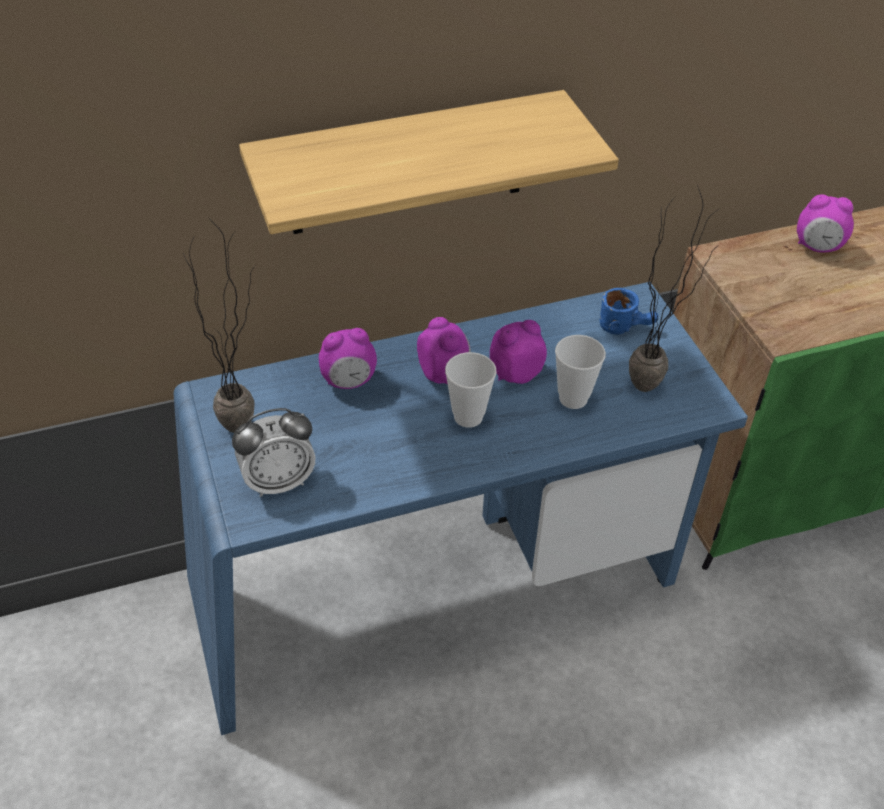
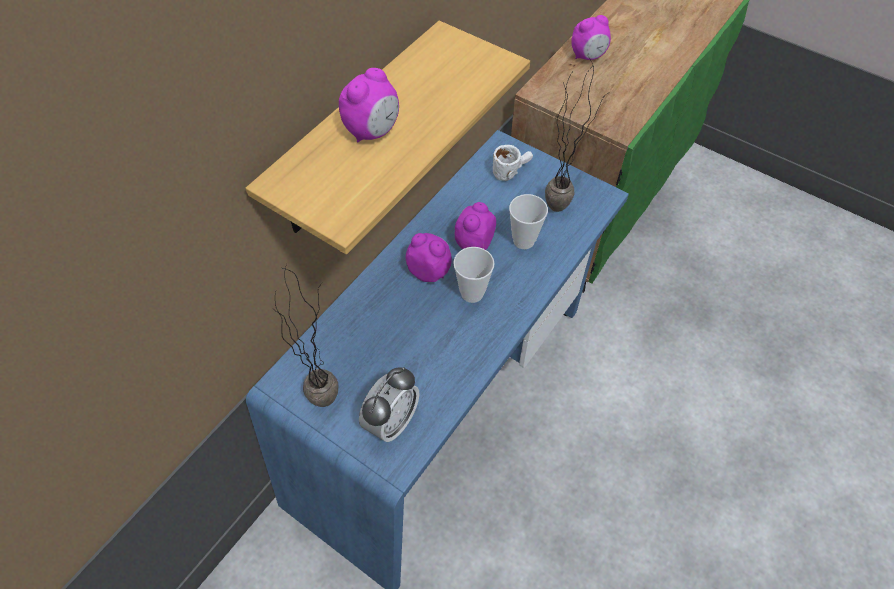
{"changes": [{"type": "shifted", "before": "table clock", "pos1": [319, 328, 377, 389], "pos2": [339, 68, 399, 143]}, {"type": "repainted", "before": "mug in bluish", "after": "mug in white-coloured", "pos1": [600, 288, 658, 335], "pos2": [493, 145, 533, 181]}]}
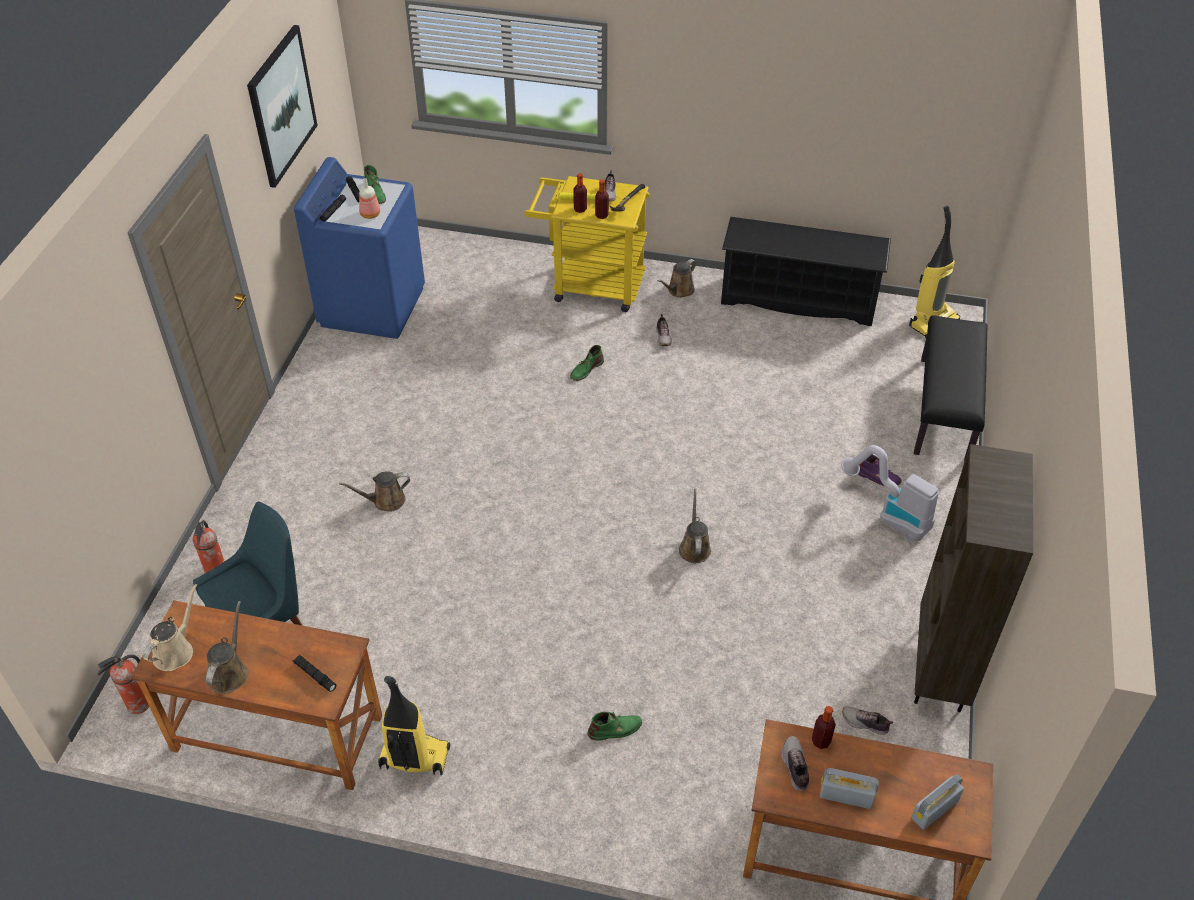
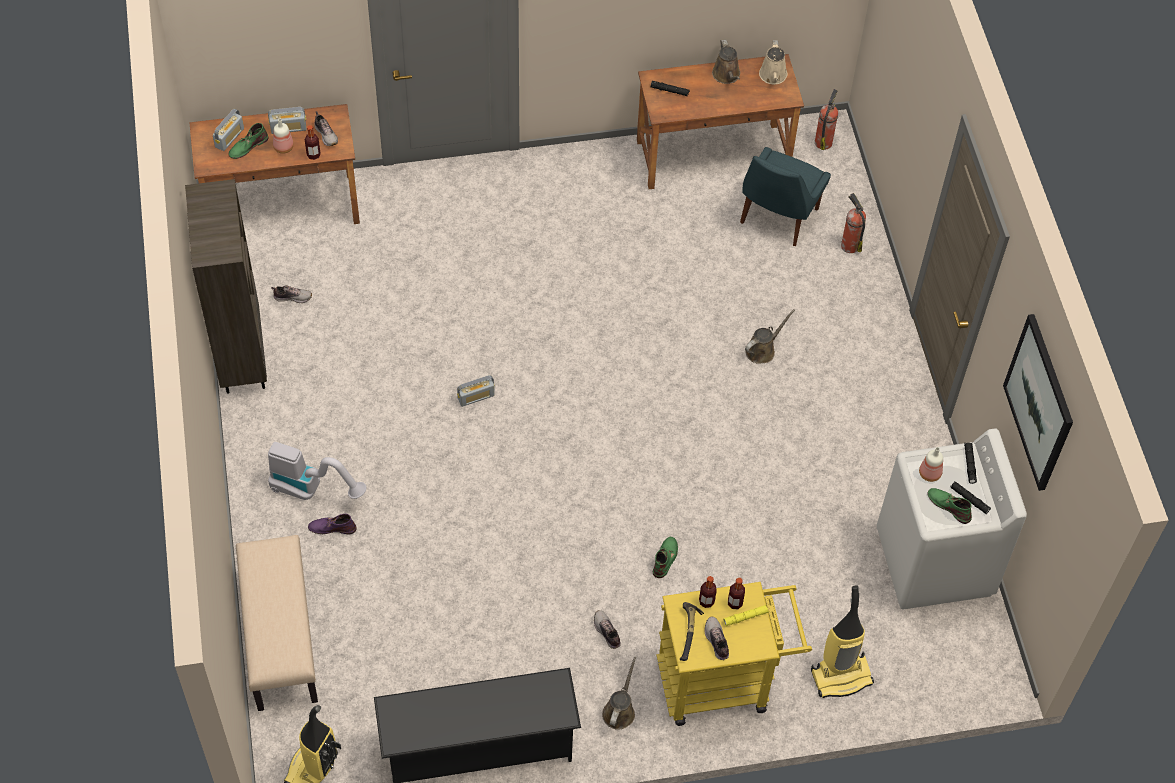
{"changes": [{"type": "shifted", "before": "high-top boot in green", "pos1": [588, 712, 642, 741], "pos2": [228, 123, 268, 159]}, {"type": "repainted", "before": "long seat in black", "after": "long seat in beige", "pos1": [914, 315, 988, 462], "pos2": [236, 535, 318, 711]}, {"type": "new", "after": "beverage bottle", "pos2": [273, 118, 294, 154]}, {"type": "swapped", "before": "sprinkling can in brown-coloured", "after": "radio receiver", "pos1": [679, 489, 711, 563], "pos2": [457, 375, 495, 407]}, {"type": "shifted", "before": "vacuum cleaner", "pos1": [378, 676, 450, 776], "pos2": [811, 586, 874, 698]}, {"type": "repainted", "before": "laundry appliance in bluish", "after": "laundry appliance in white-coloured", "pos1": [294, 157, 425, 339], "pos2": [877, 428, 1027, 609]}]}
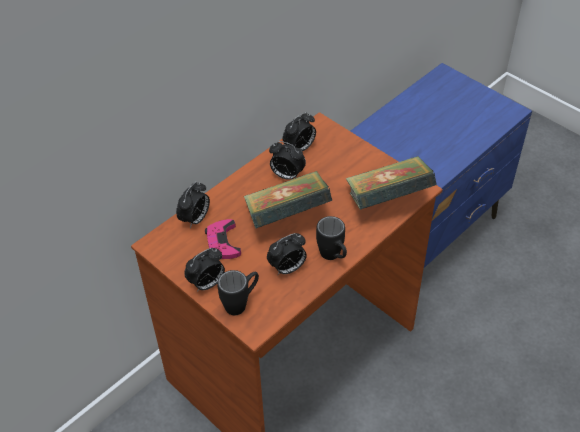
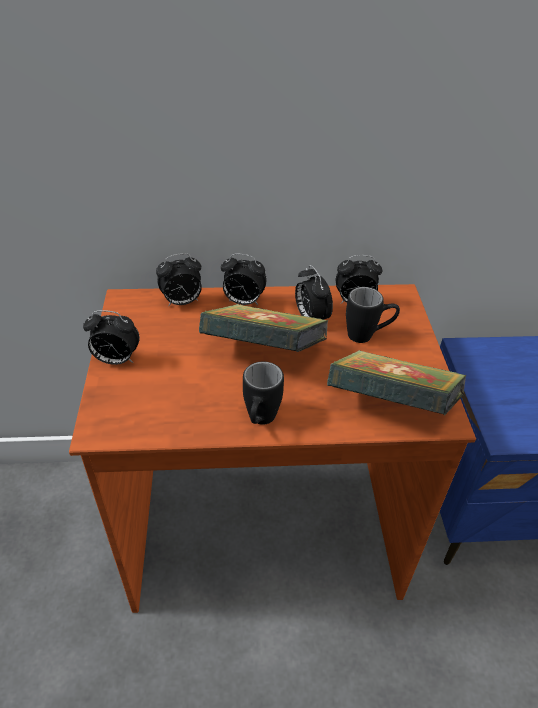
{"changes": [{"type": "shifted", "before": "table clock", "pos1": [267, 233, 307, 275], "pos2": [221, 254, 267, 305]}, {"type": "shifted", "before": "mug in black", "pos1": [217, 270, 259, 315], "pos2": [346, 287, 400, 343]}, {"type": "gone", "before": "joypad in pinkish", "pos1": [205, 219, 241, 259]}]}
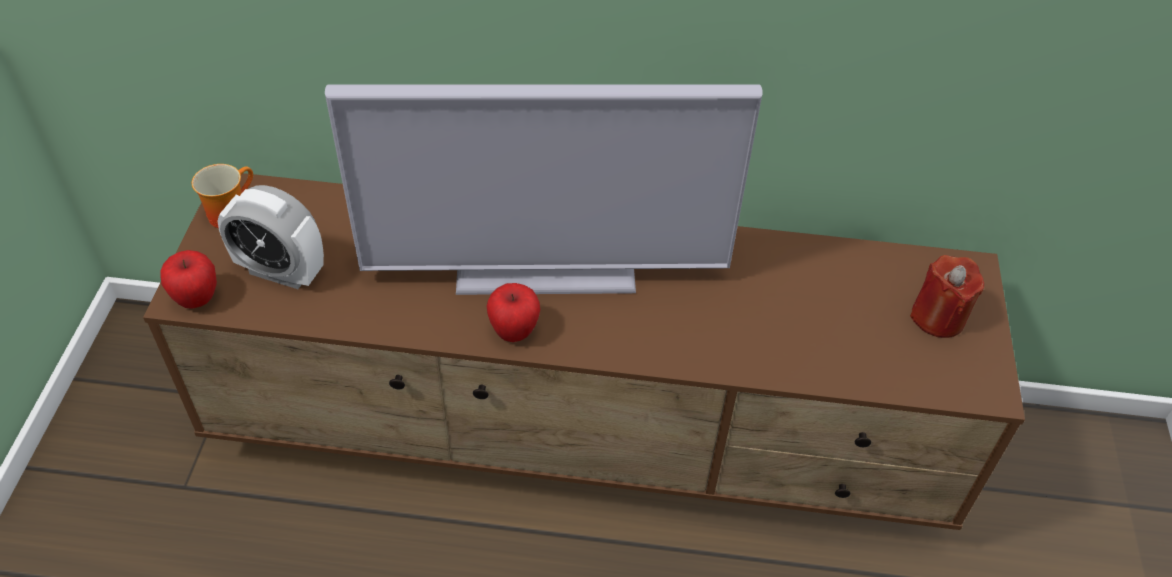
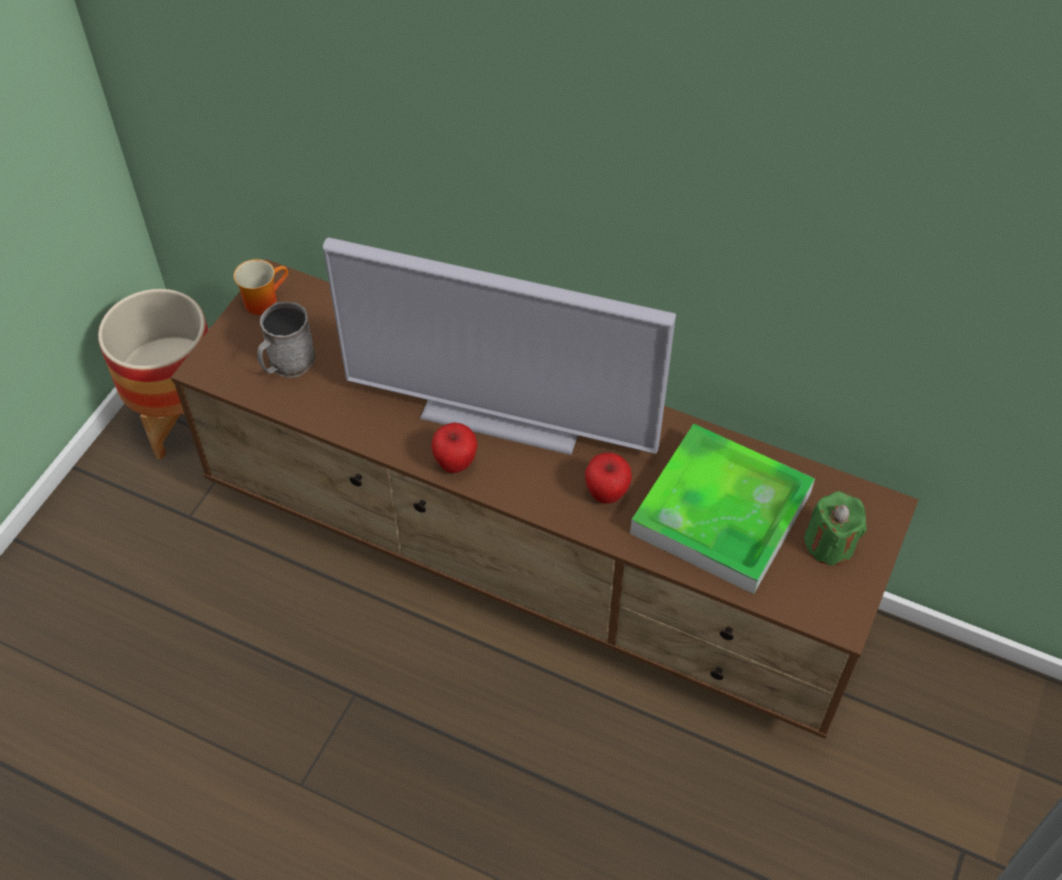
{"changes": [{"type": "new", "after": "plant pot", "pos2": [98, 289, 209, 460]}, {"type": "swapped", "before": "table clock", "after": "mug in greyish", "pos1": [217, 185, 324, 289], "pos2": [257, 302, 315, 378]}, {"type": "shifted", "before": "apple", "pos1": [160, 250, 217, 309], "pos2": [585, 453, 632, 504]}, {"type": "new", "after": "serving tray", "pos2": [630, 423, 815, 594]}, {"type": "repainted", "before": "candle in red-coloured", "after": "candle in green", "pos1": [910, 255, 984, 338], "pos2": [804, 491, 867, 565]}]}
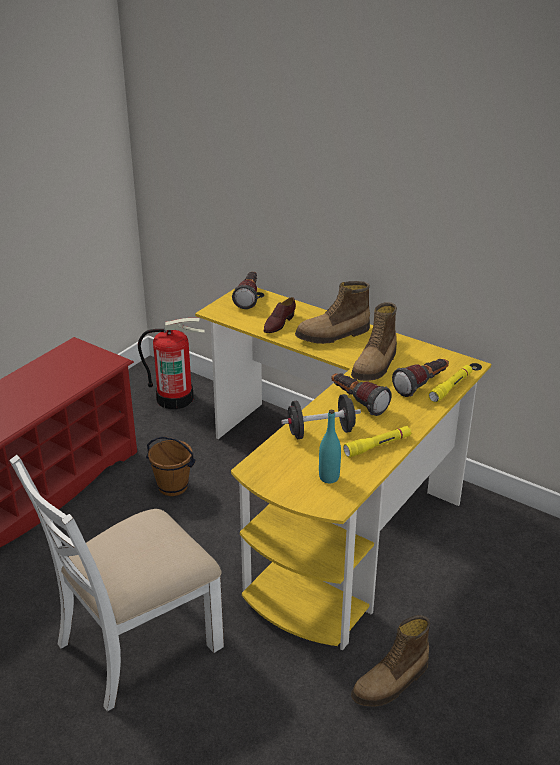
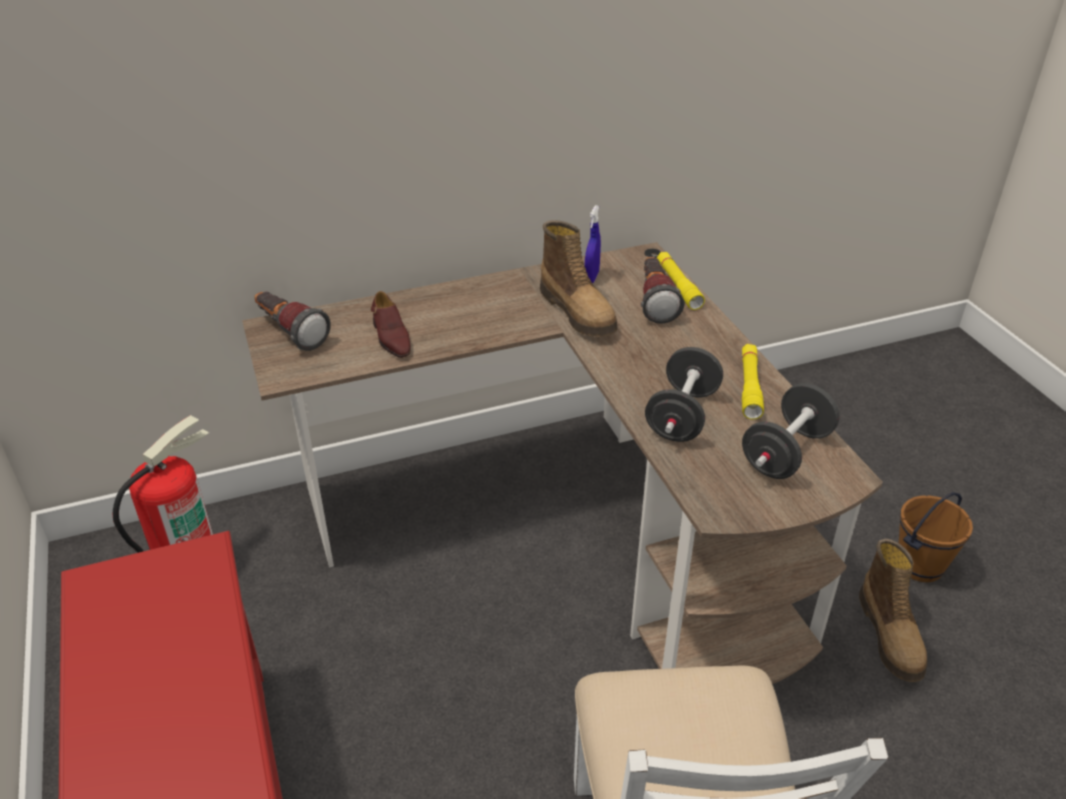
{"changes": [{"type": "repainted", "before": "desk unit in yellowish", "after": "desk unit in brown-coloured", "pos1": [195, 288, 491, 650], "pos2": [242, 242, 883, 684]}, {"type": "new", "after": "spray bottle in bluish", "pos2": [584, 205, 601, 283]}, {"type": "swapped", "before": "beverage bottle in turquoise", "after": "dumbbell in black", "pos1": [319, 409, 341, 483], "pos2": [742, 383, 840, 479]}, {"type": "shifted", "before": "bucket in brown-coloured", "pos1": [146, 436, 196, 496], "pos2": [899, 492, 973, 582]}, {"type": "gone", "before": "high-top boot", "pos1": [295, 281, 370, 344]}, {"type": "gone", "before": "flashlight", "pos1": [331, 373, 392, 416]}]}
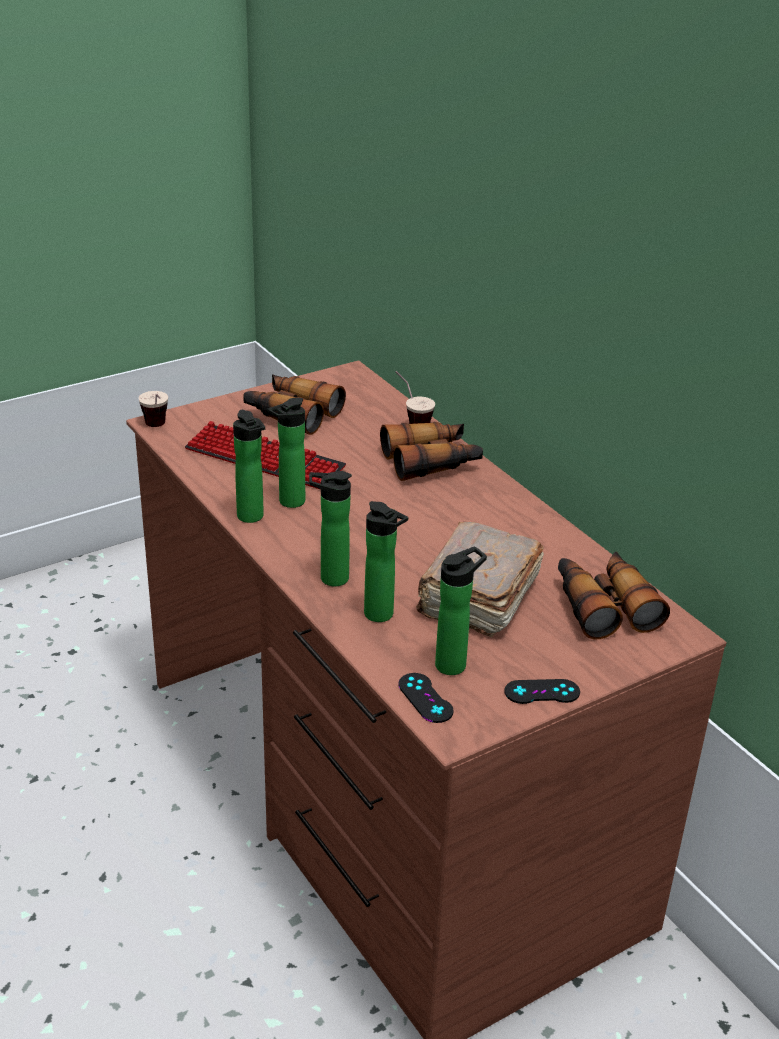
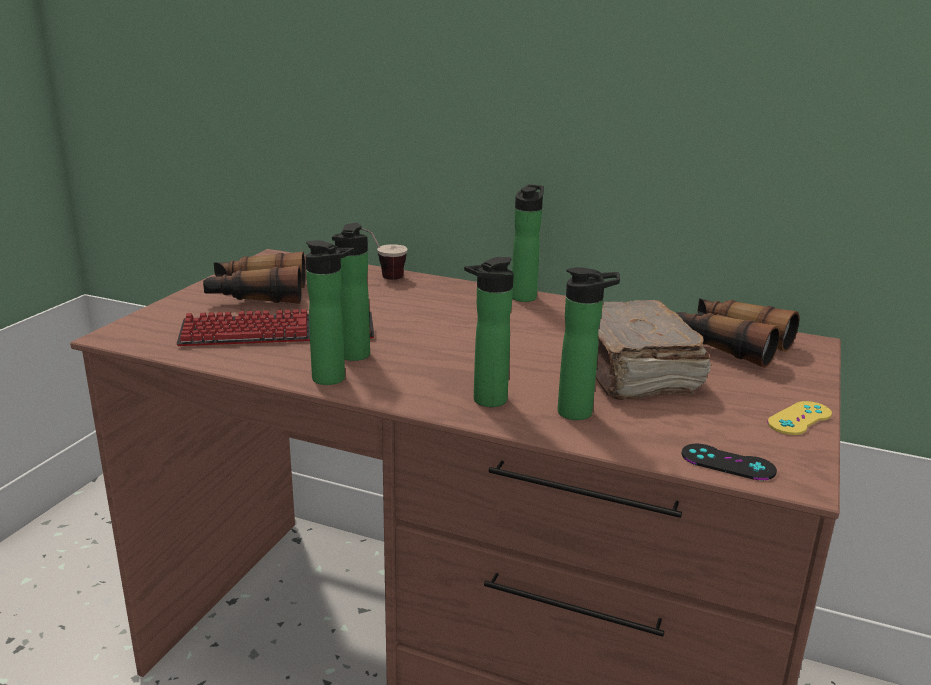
{"changes": [{"type": "shifted", "before": "beverage bottle", "pos1": [435, 546, 487, 675], "pos2": [512, 184, 544, 302]}, {"type": "repainted", "before": "joypad in black", "after": "joypad in yellowish", "pos1": [504, 679, 580, 704], "pos2": [767, 401, 832, 435]}, {"type": "gone", "before": "drinking cup", "pos1": [139, 391, 168, 427]}, {"type": "gone", "before": "binoculars", "pos1": [380, 422, 483, 481]}]}
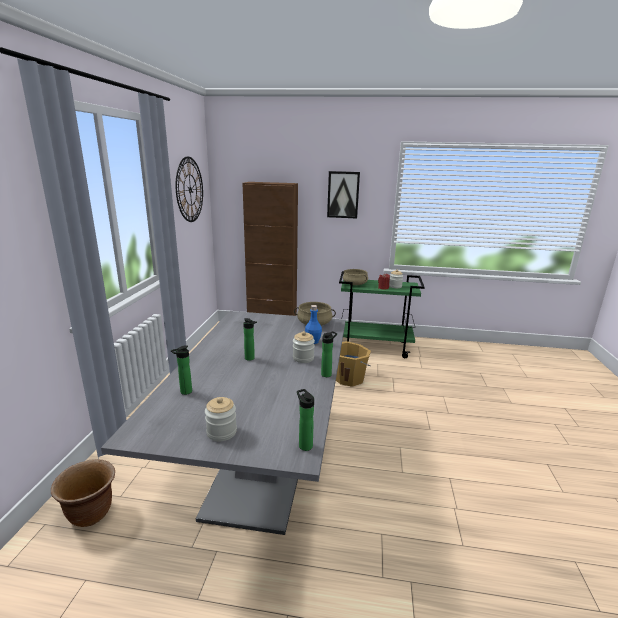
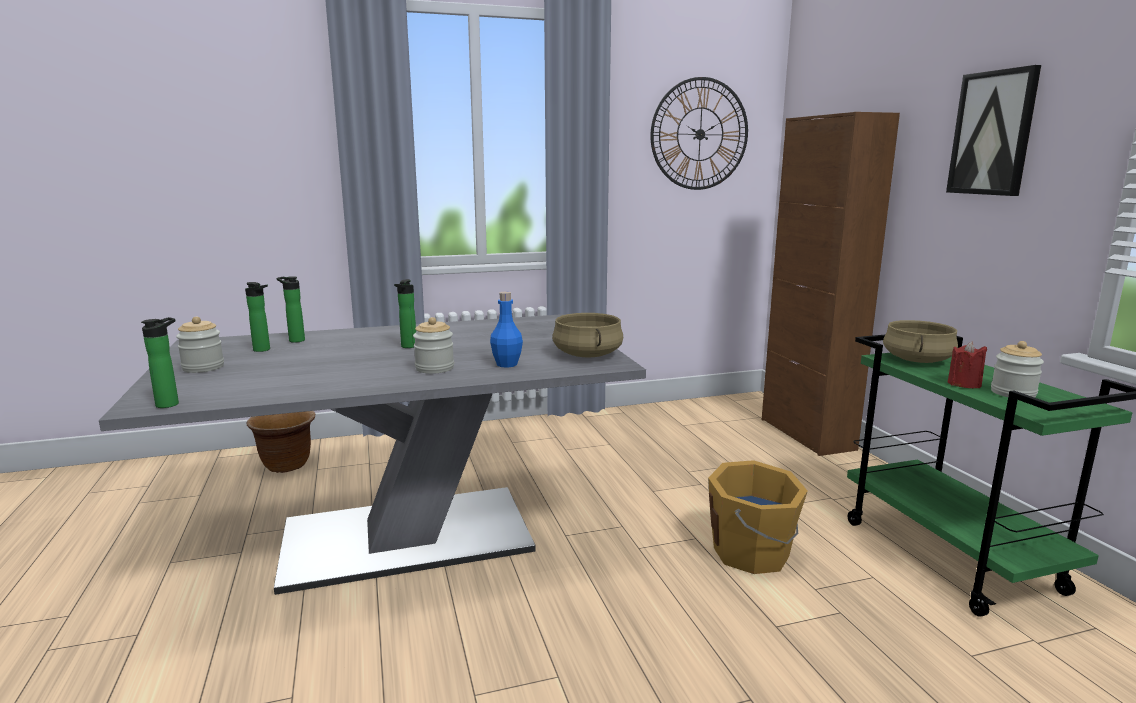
{"changes": [{"type": "shifted", "before": "beverage bottle", "pos1": [321, 331, 337, 377], "pos2": [245, 282, 270, 352]}]}
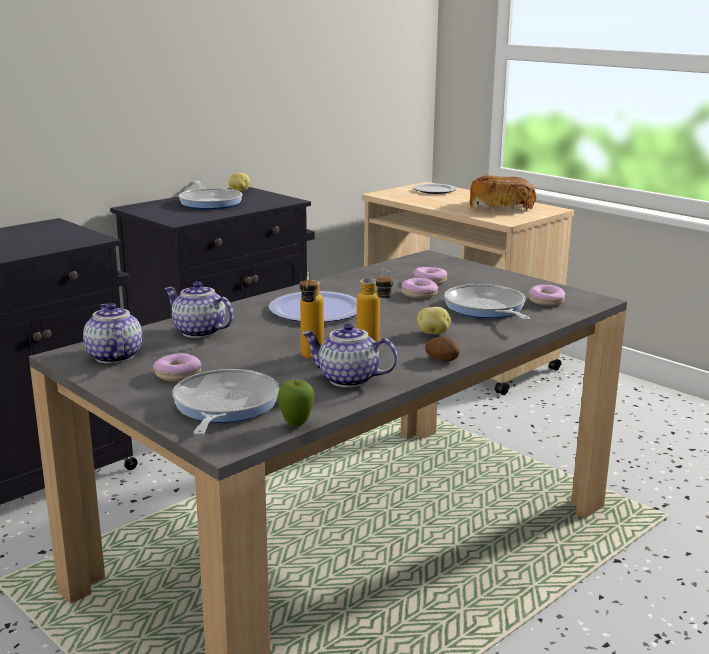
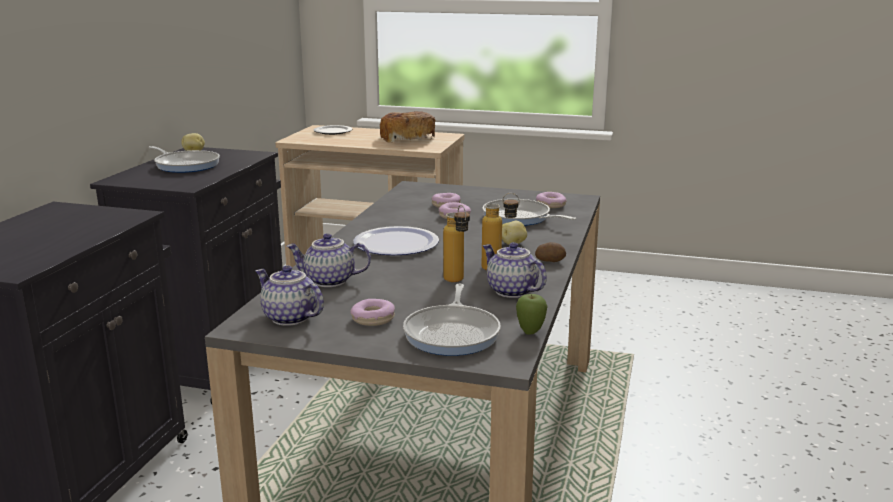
{"changes": [{"type": "rotated", "before": "pan", "pos1": [172, 369, 279, 435], "pos2": [403, 284, 501, 356], "turn": -150}, {"type": "rotated", "before": "teapot", "pos1": [302, 323, 398, 388], "pos2": [482, 242, 547, 298], "turn": 60}]}
